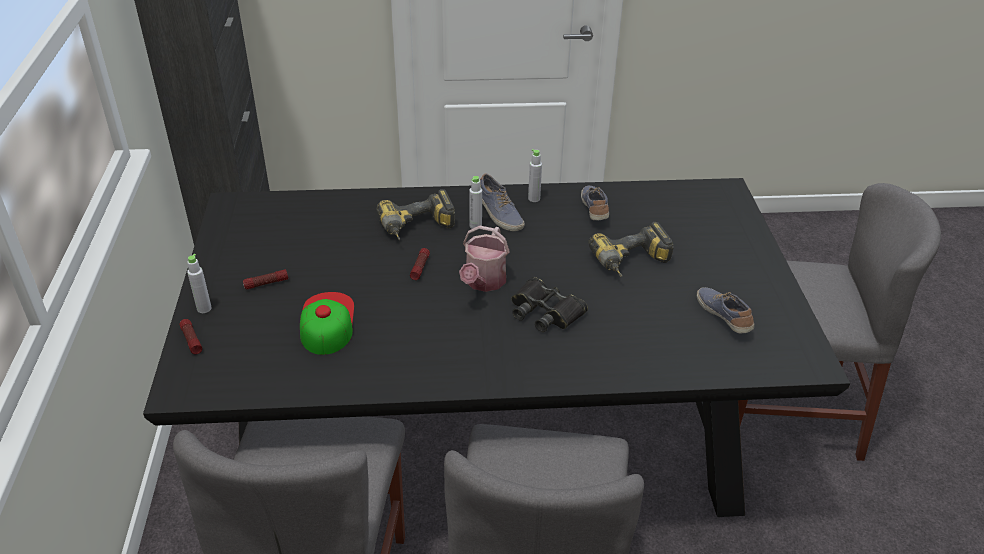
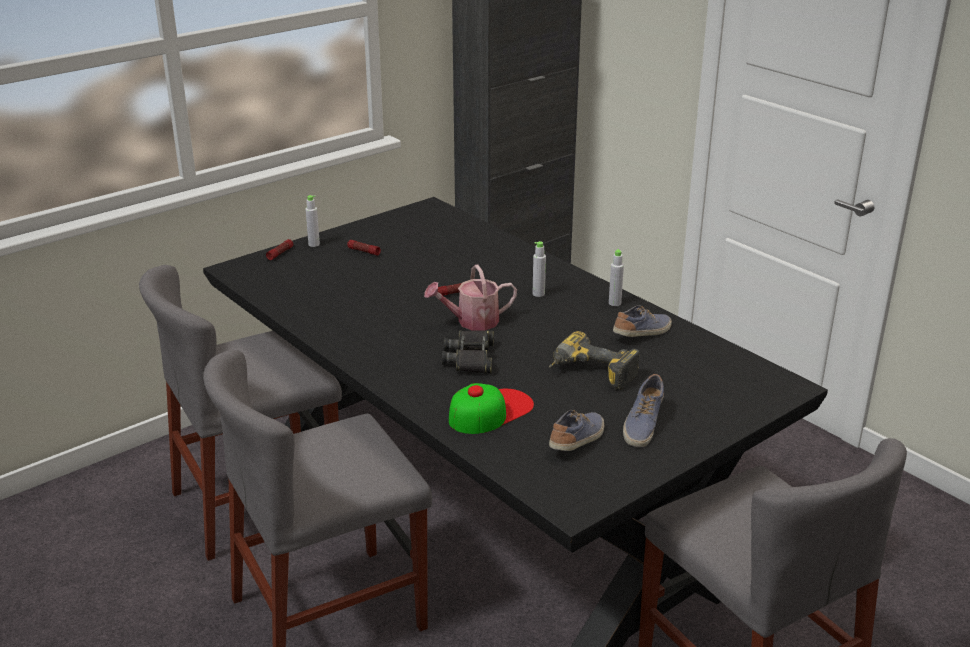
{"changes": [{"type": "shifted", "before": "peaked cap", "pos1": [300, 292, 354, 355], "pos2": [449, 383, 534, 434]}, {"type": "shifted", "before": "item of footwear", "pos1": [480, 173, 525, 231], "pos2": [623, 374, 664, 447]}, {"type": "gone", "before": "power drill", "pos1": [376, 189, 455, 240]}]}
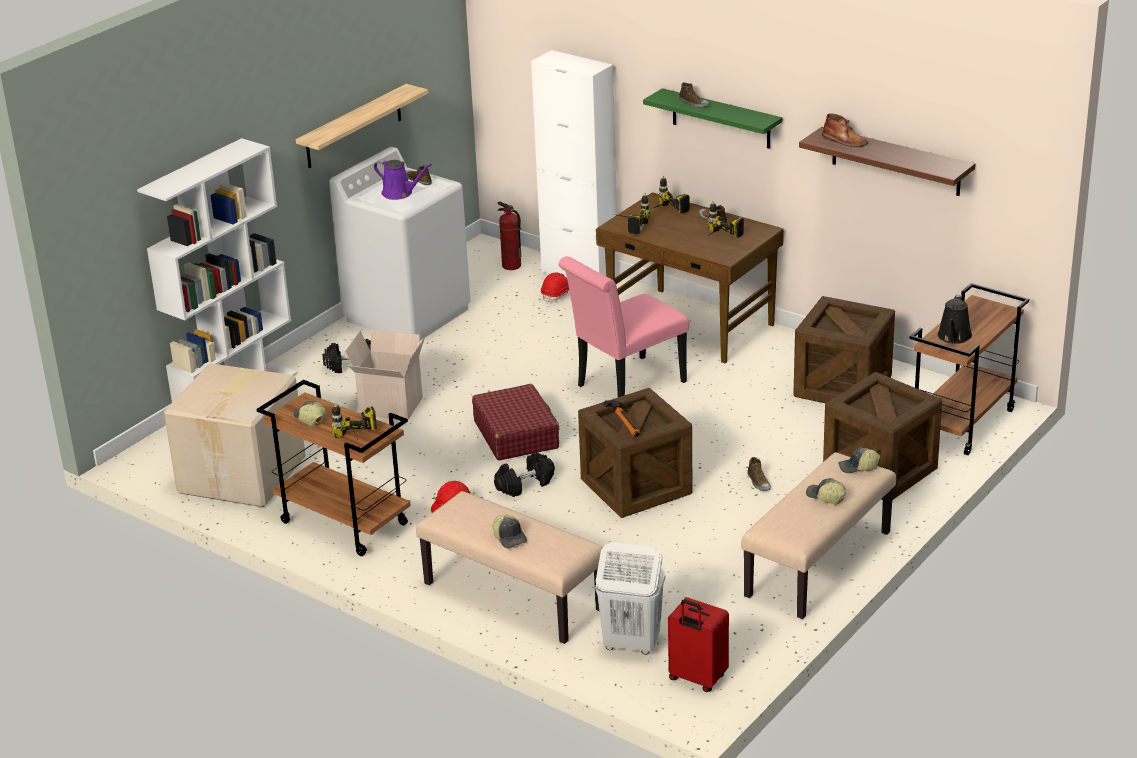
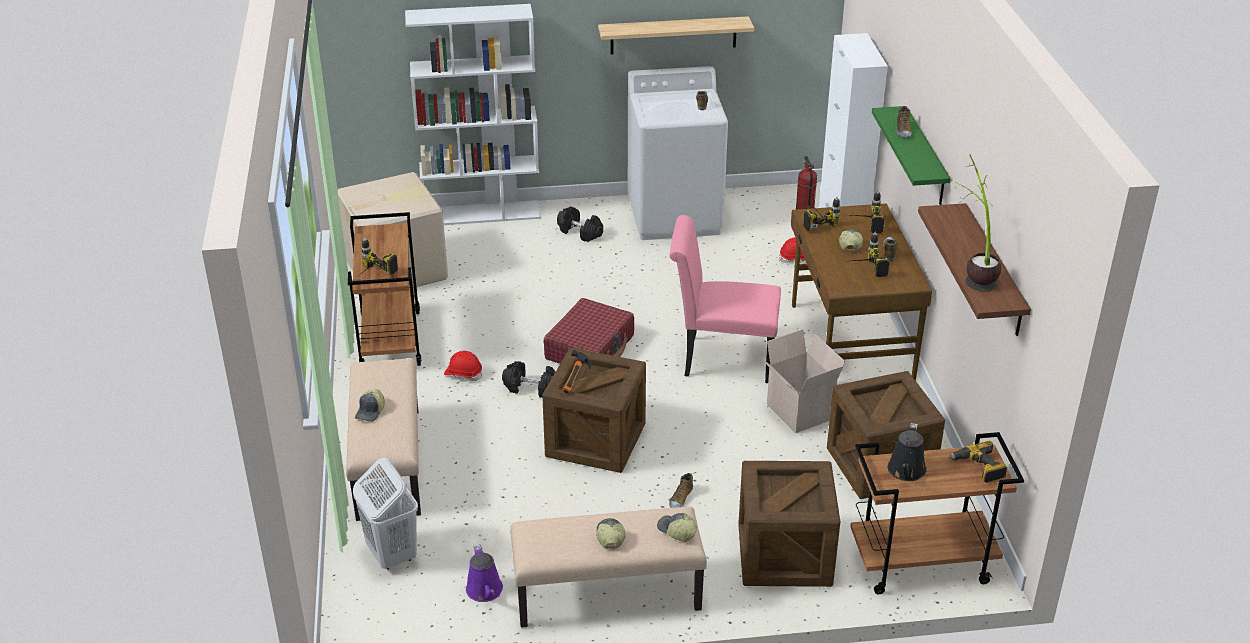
{"changes": [{"type": "shifted", "before": "sprinkling can in purple-coloured", "pos1": [374, 160, 432, 200], "pos2": [466, 544, 503, 602]}, {"type": "shifted", "before": "packing box", "pos1": [345, 330, 425, 420], "pos2": [758, 329, 845, 433]}, {"type": "shifted", "before": "peaked cap", "pos1": [294, 401, 326, 426], "pos2": [839, 229, 863, 251]}, {"type": "rotated", "before": "sprinkling can in black", "pos1": [938, 294, 972, 344], "pos2": [888, 423, 927, 481], "turn": -45}, {"type": "new", "after": "power drill", "pos2": [949, 441, 1007, 483]}, {"type": "new", "after": "potted plant", "pos2": [952, 154, 1001, 292]}, {"type": "gone", "before": "travel case in red-coloured", "pos1": [668, 597, 729, 692]}, {"type": "gone", "before": "high-top boot in brown-coloured", "pos1": [822, 114, 868, 147]}]}
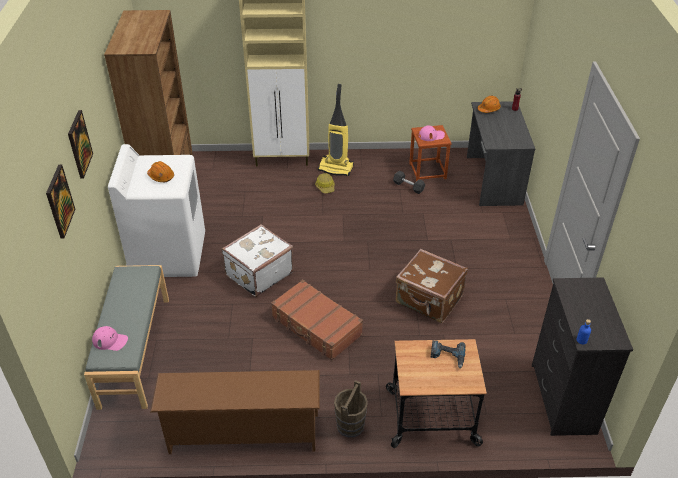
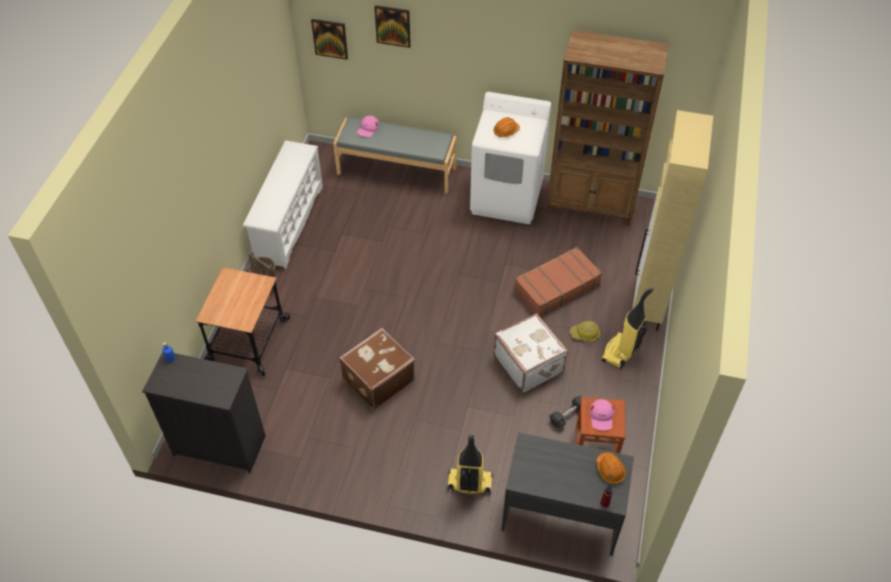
{"changes": [{"type": "repainted", "before": "shoe rack in brown-coloured", "after": "shoe rack in white-coloured", "pos1": [150, 370, 320, 454], "pos2": [243, 140, 323, 269]}, {"type": "shifted", "before": "wall picture", "pos1": [68, 110, 93, 179], "pos2": [311, 19, 348, 60]}, {"type": "new", "after": "vacuum cleaner", "pos2": [448, 434, 493, 495]}, {"type": "shifted", "before": "travel case in white-coloured", "pos1": [222, 224, 294, 297], "pos2": [494, 313, 568, 393]}, {"type": "shifted", "before": "travel case in brown-coloured", "pos1": [271, 280, 363, 360], "pos2": [514, 247, 602, 317]}, {"type": "gone", "before": "power drill", "pos1": [431, 340, 466, 368]}]}
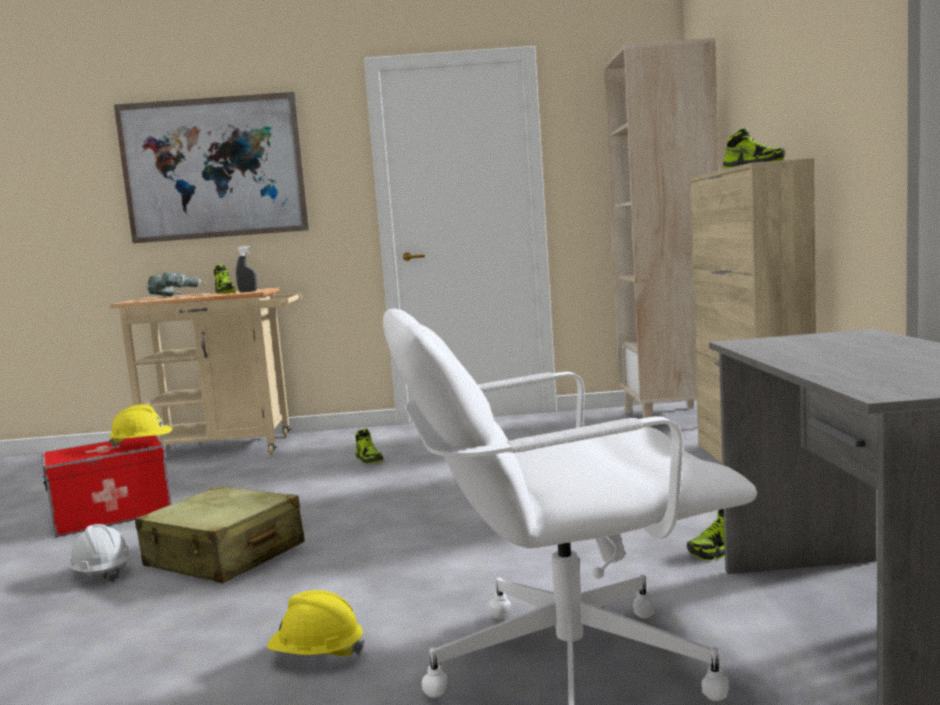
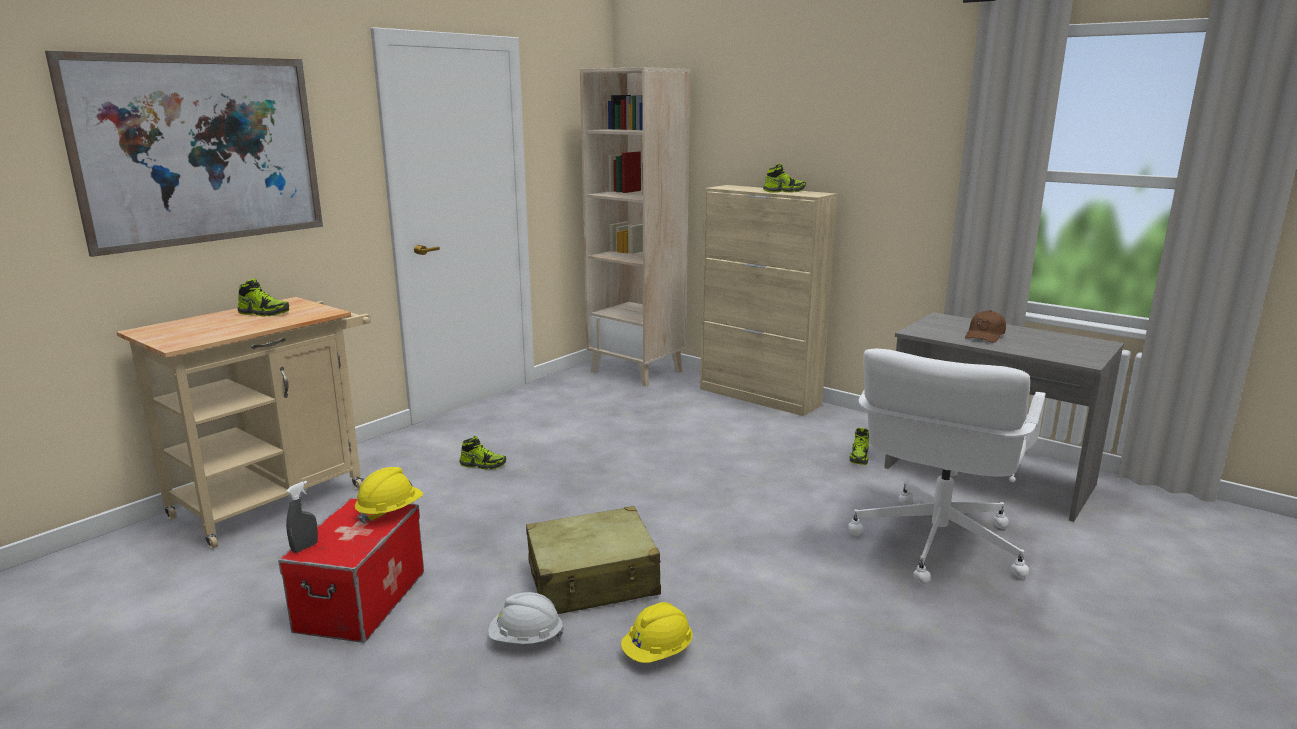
{"changes": [{"type": "shifted", "before": "spray bottle in greyish", "pos1": [236, 246, 257, 292], "pos2": [286, 481, 318, 553]}, {"type": "shifted", "before": "safety helmet in yellowish", "pos1": [268, 590, 365, 656], "pos2": [621, 602, 693, 663]}, {"type": "new", "after": "peaked cap in brown-coloured", "pos2": [965, 310, 1006, 343]}, {"type": "gone", "before": "power drill", "pos1": [147, 272, 208, 296]}]}
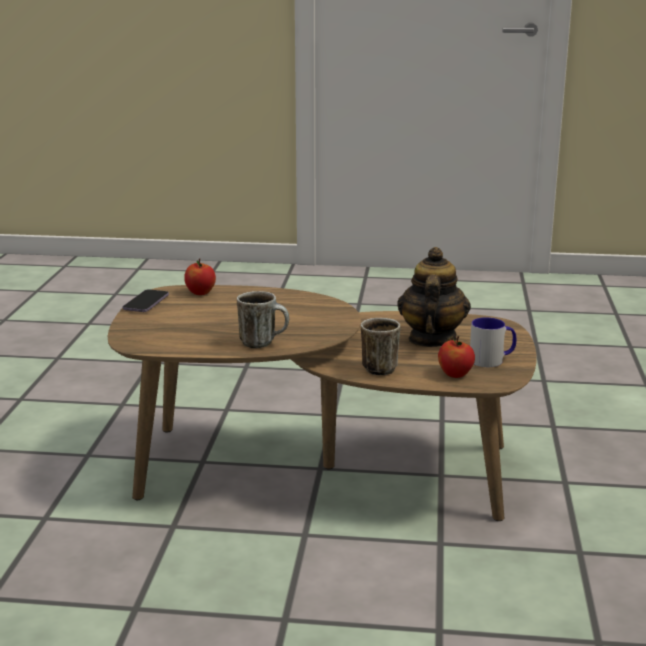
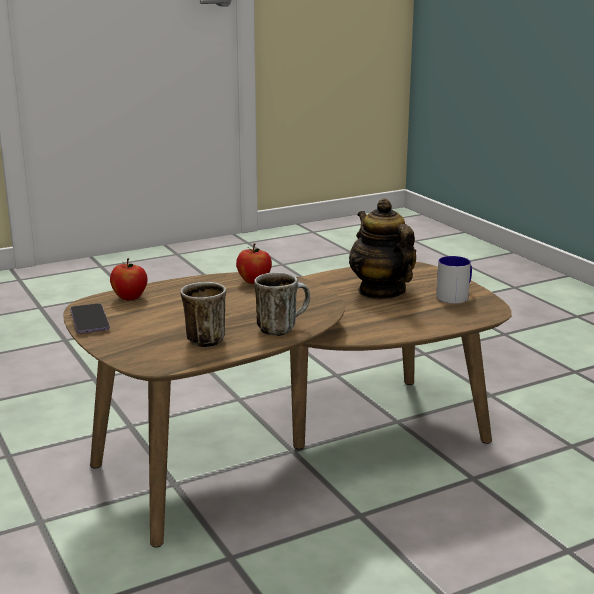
{"changes": [{"type": "shifted", "before": "mug", "pos1": [361, 318, 400, 375], "pos2": [180, 282, 226, 347]}, {"type": "shifted", "before": "apple", "pos1": [438, 336, 475, 378], "pos2": [236, 243, 272, 284]}]}
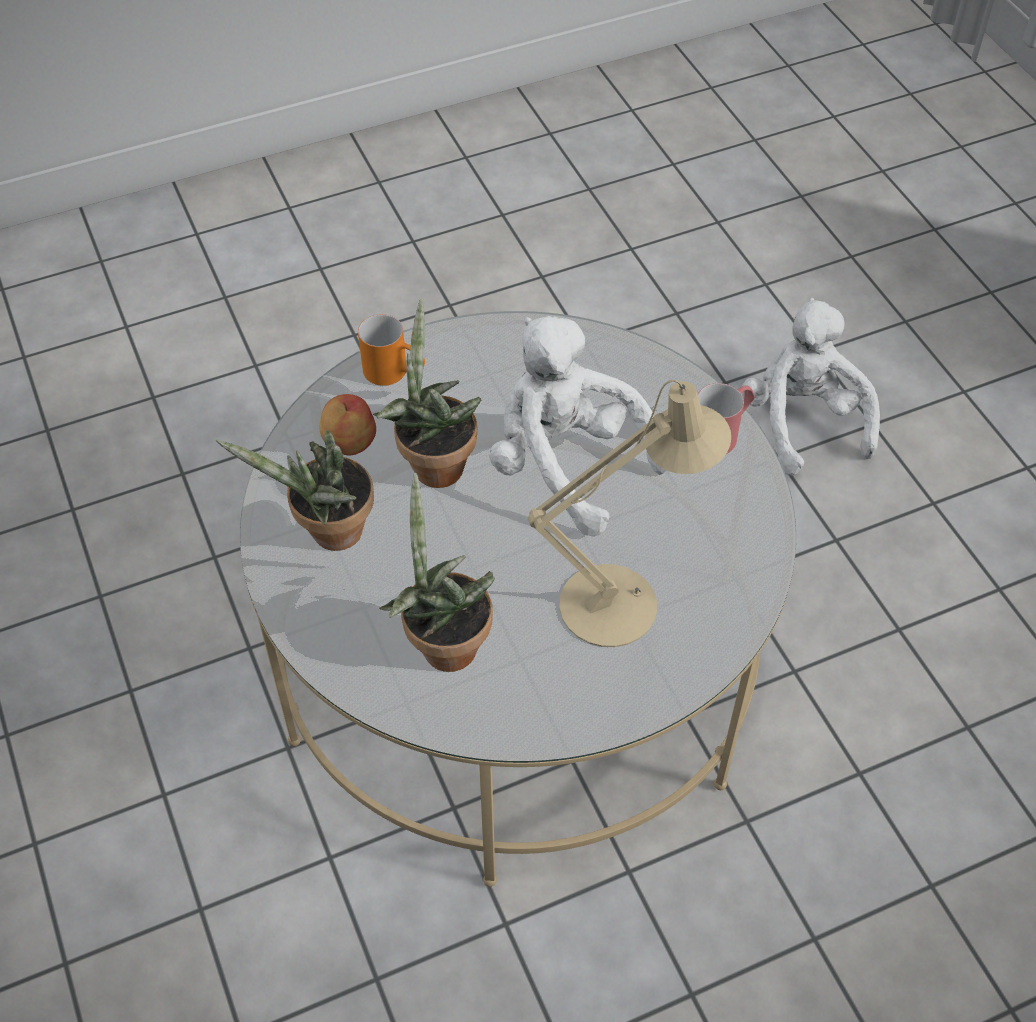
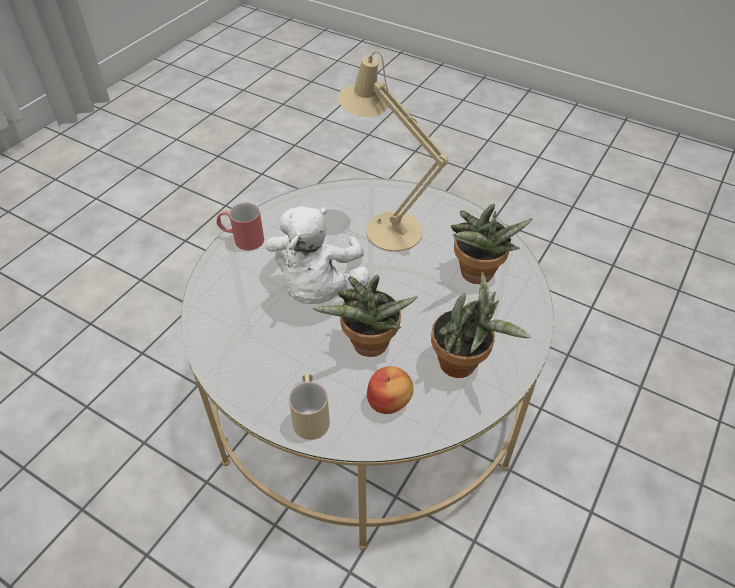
{"changes": [{"type": "repainted", "before": "mug in orange-coloured", "after": "mug in beige", "pos1": [358, 314, 425, 386], "pos2": [289, 373, 330, 440]}, {"type": "gone", "before": "soft toy in white-coloured", "pos1": [742, 298, 880, 475]}]}
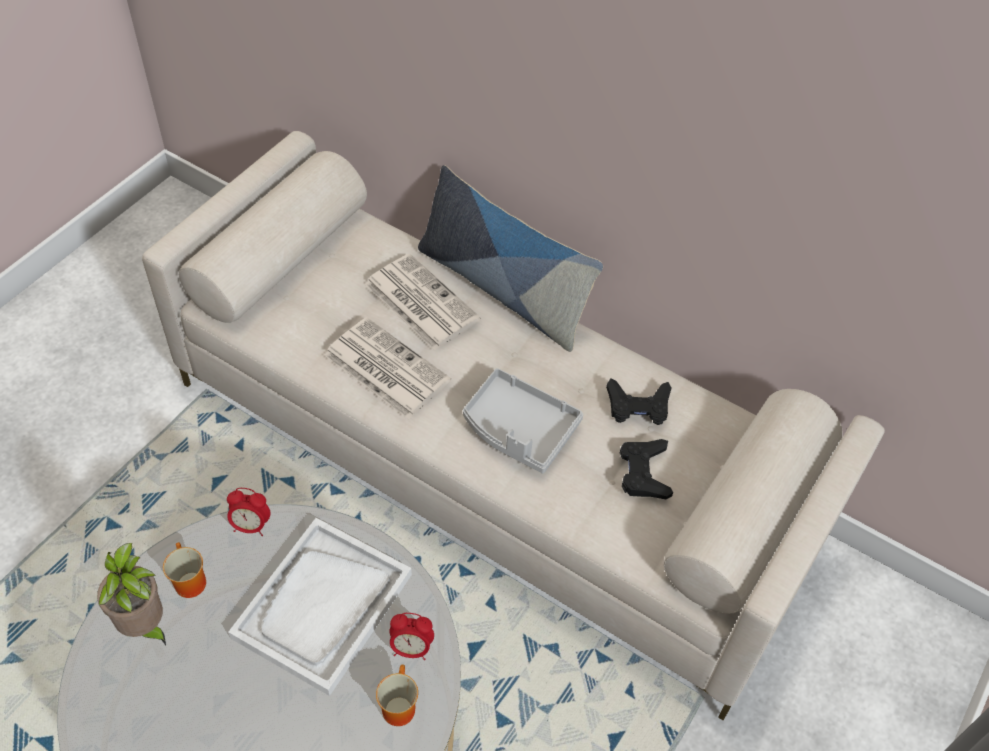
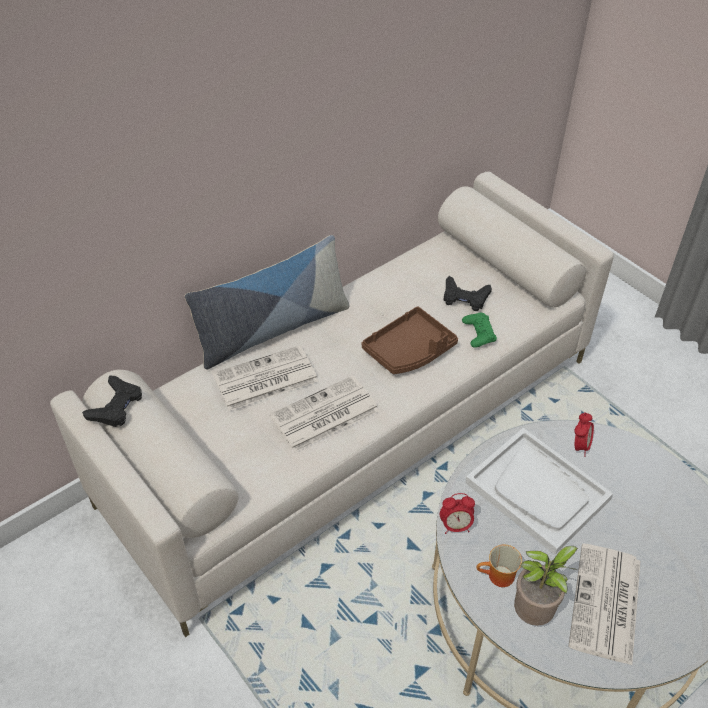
{"changes": [{"type": "shifted", "before": "joypad in black", "pos1": [606, 378, 672, 425], "pos2": [82, 376, 142, 427]}, {"type": "repainted", "before": "serving tray in greyish", "after": "serving tray in brown-coloured", "pos1": [463, 368, 583, 473], "pos2": [362, 306, 458, 374]}, {"type": "rotated", "before": "table clock", "pos1": [227, 488, 271, 536], "pos2": [440, 493, 475, 534], "turn": 60}, {"type": "new", "after": "joypad in green", "pos2": [462, 313, 497, 348]}, {"type": "new", "after": "daily paper", "pos2": [568, 544, 640, 665]}, {"type": "gone", "before": "mug", "pos1": [376, 664, 418, 726]}]}
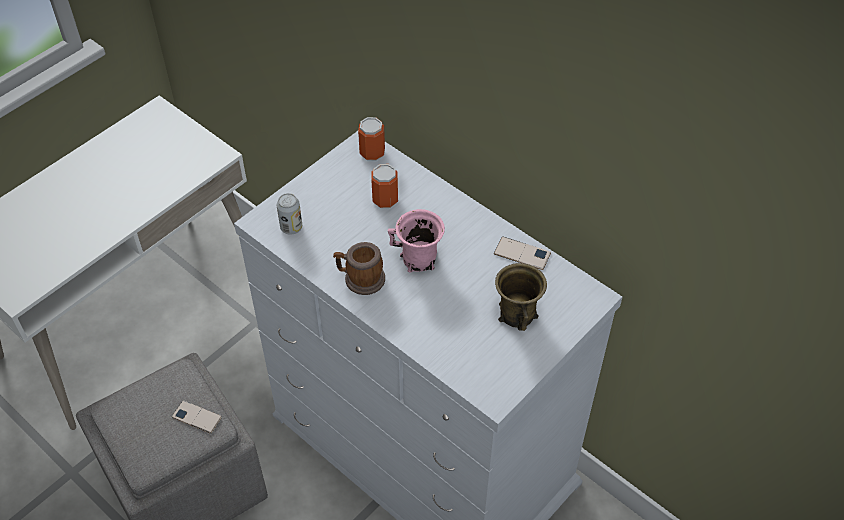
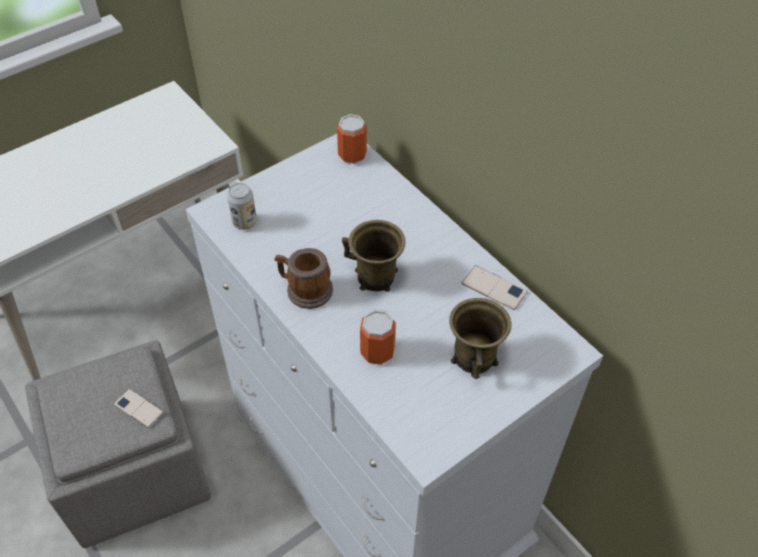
{"changes": [{"type": "repainted", "before": "mug in pinkish", "after": "mug in brown-coloured", "pos1": [388, 209, 445, 273], "pos2": [342, 220, 405, 292]}, {"type": "shifted", "before": "sealed can", "pos1": [371, 164, 398, 208], "pos2": [360, 310, 396, 365]}]}
